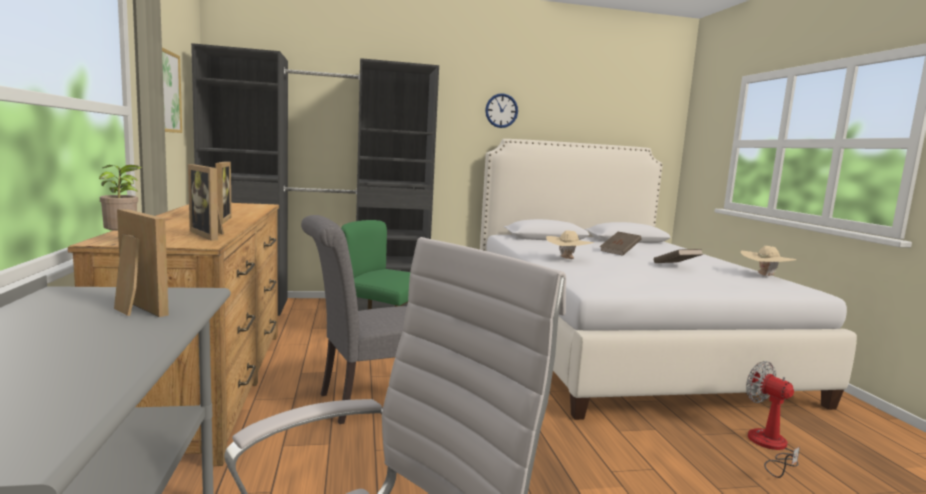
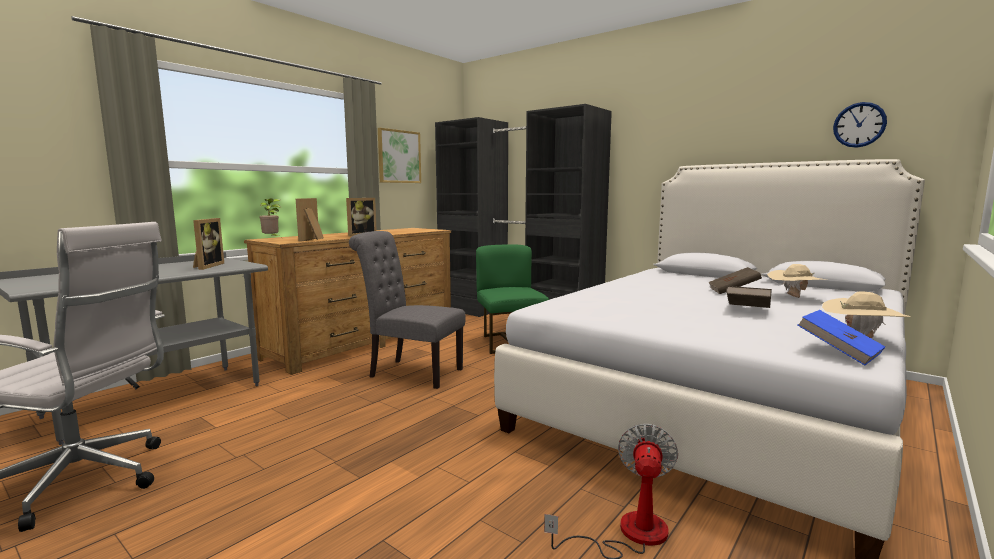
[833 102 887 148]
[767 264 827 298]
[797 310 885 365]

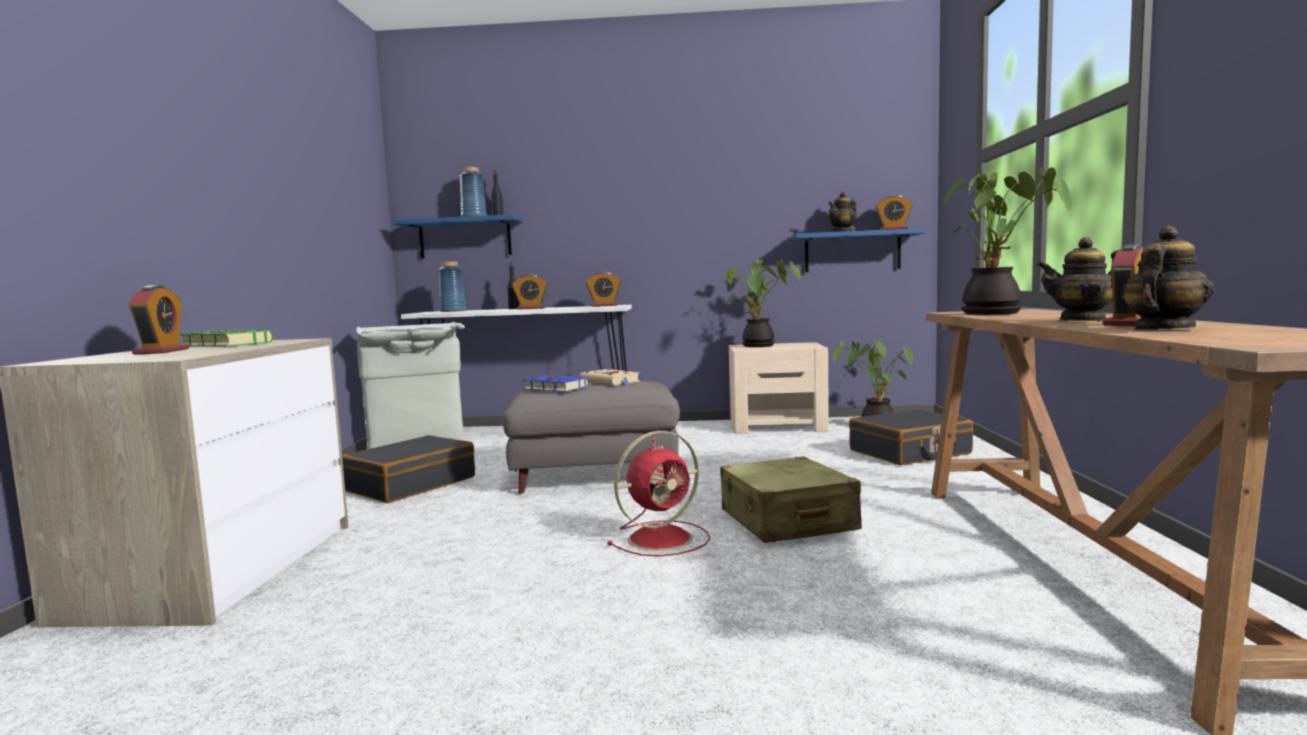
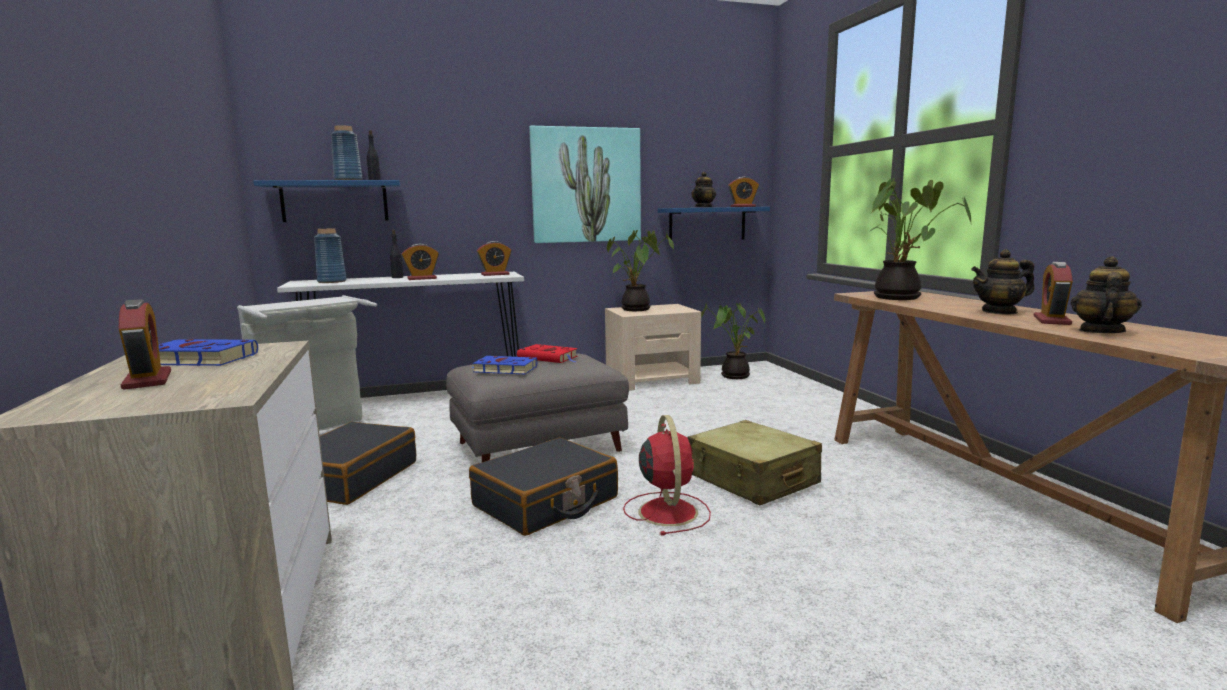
[158 339 258 366]
[517 344 578 363]
[623 415 711 536]
[469 438 618 536]
[529 126 641 243]

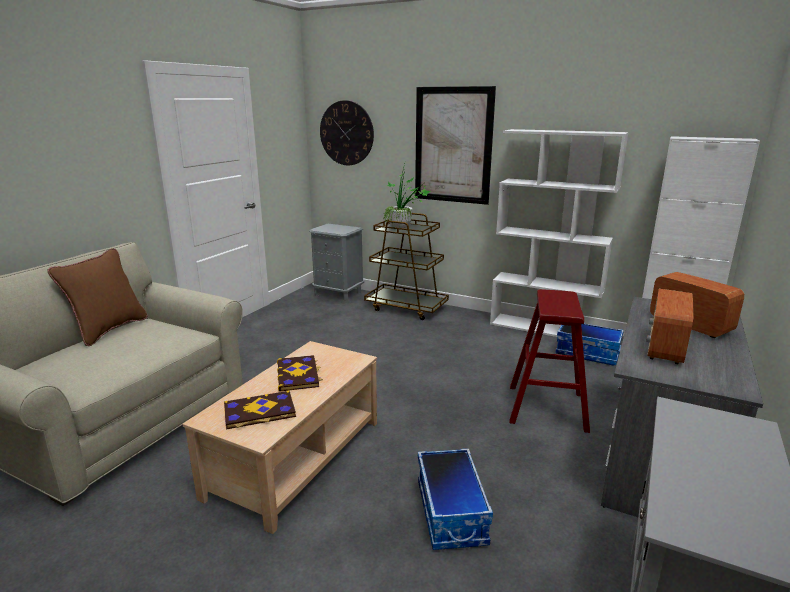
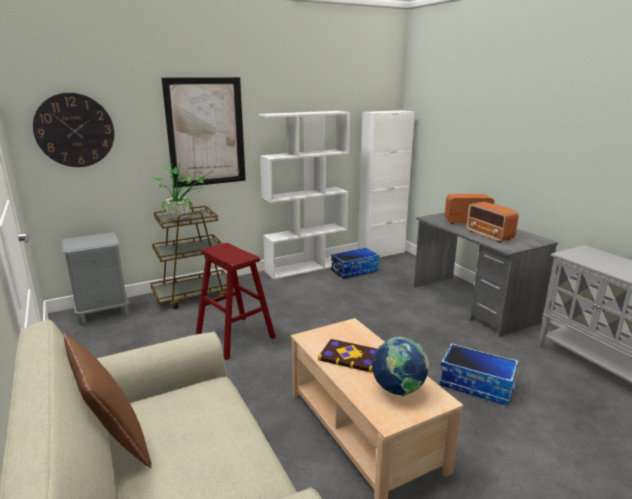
[372 337 430 396]
[196 243 276 360]

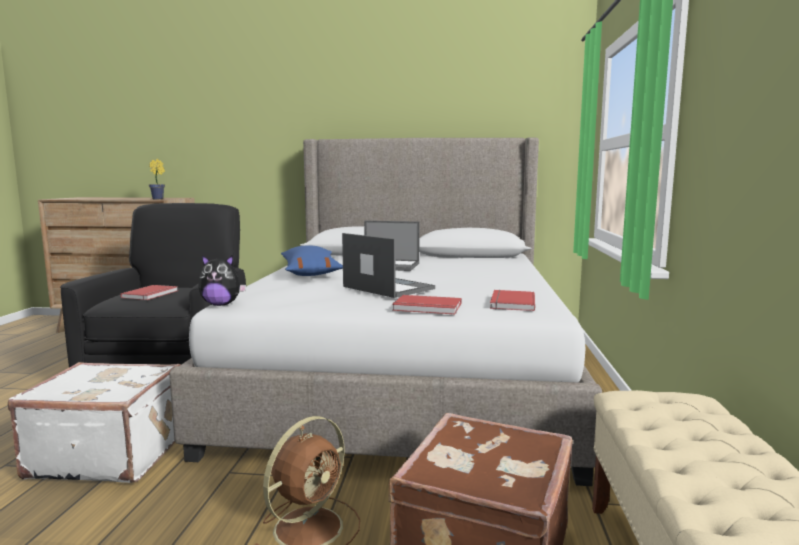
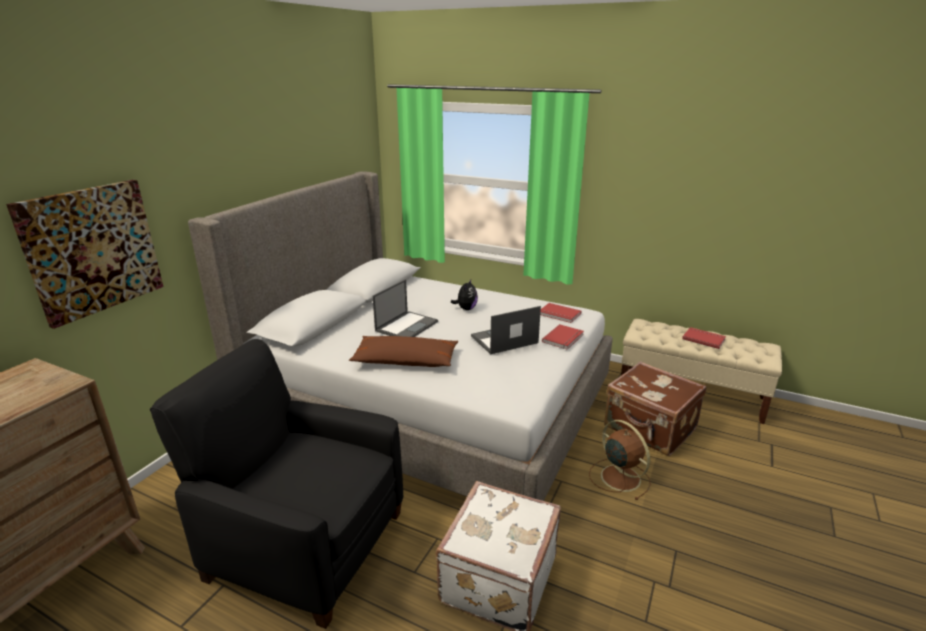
[682 327 726 349]
[149 159 165 199] (first image)
[451 280 478 310]
[349 336 458 367]
[6 180 164 329]

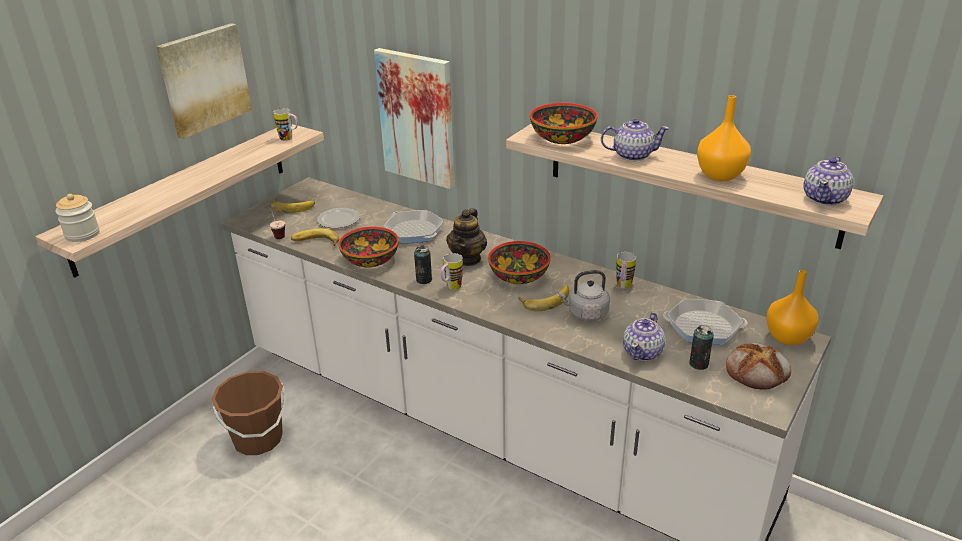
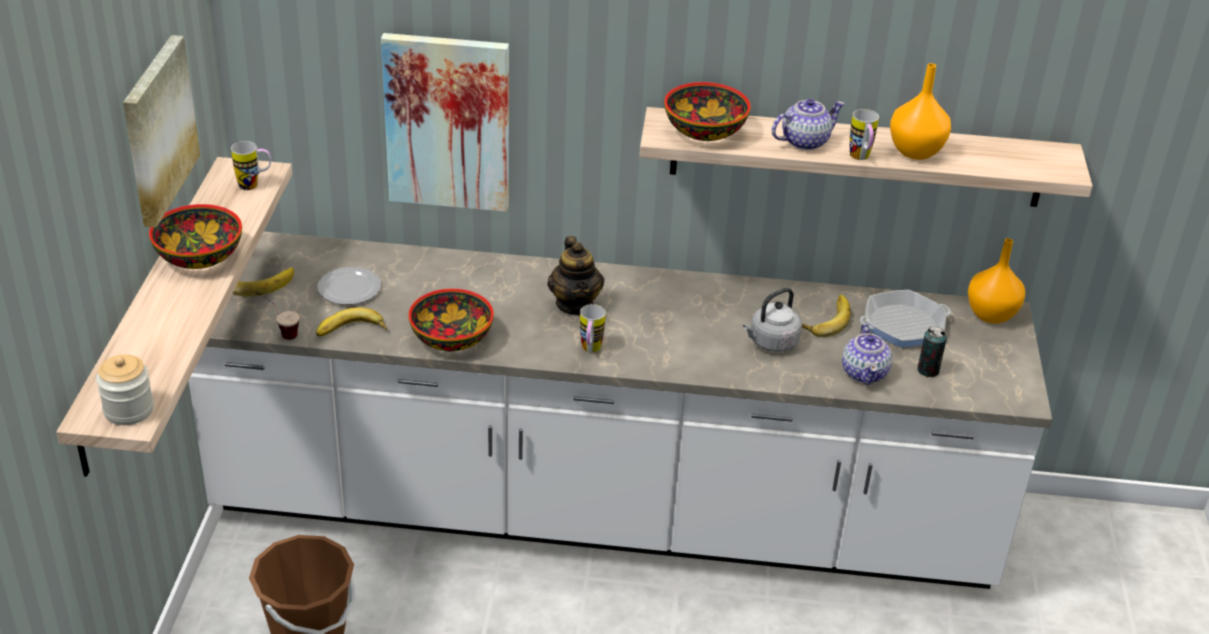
[384 210 444 244] (first image)
[414 246 432 284] (first image)
[149 204 242 269]
[802 295 851 337]
[850 109 879 160]
[726 343 791 389] (first image)
[803 156 854 206] (first image)

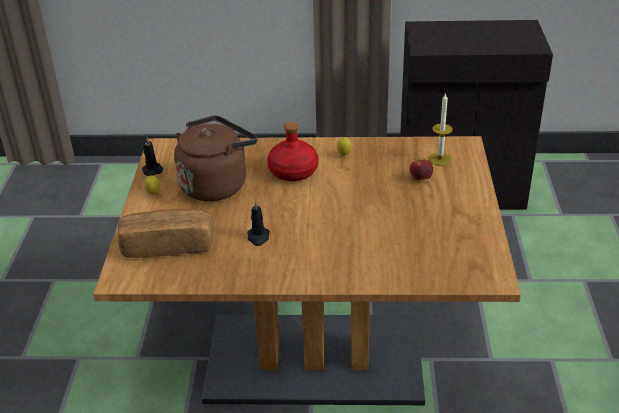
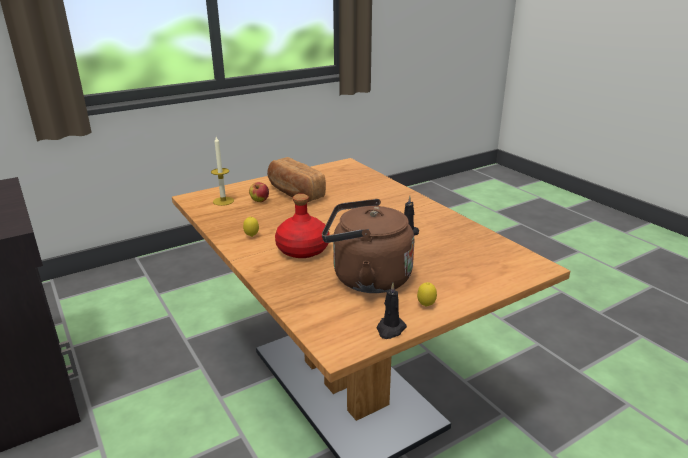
[267 157 326 202]

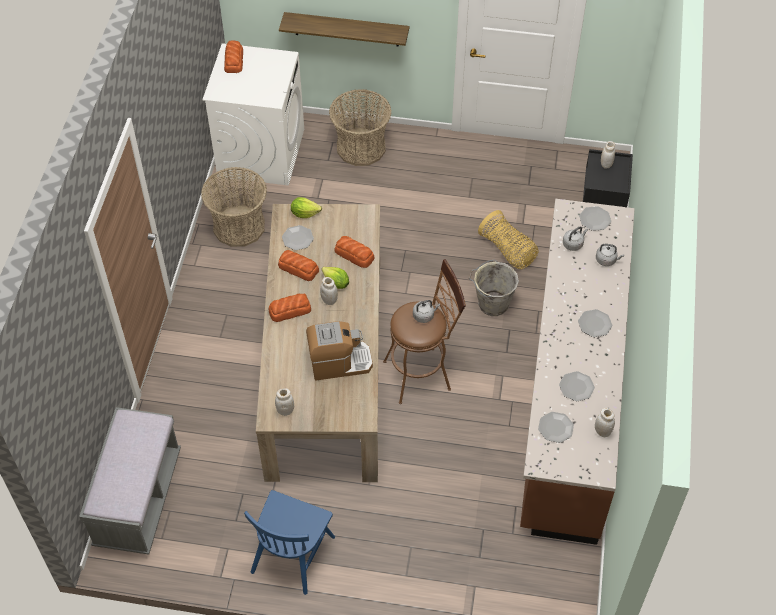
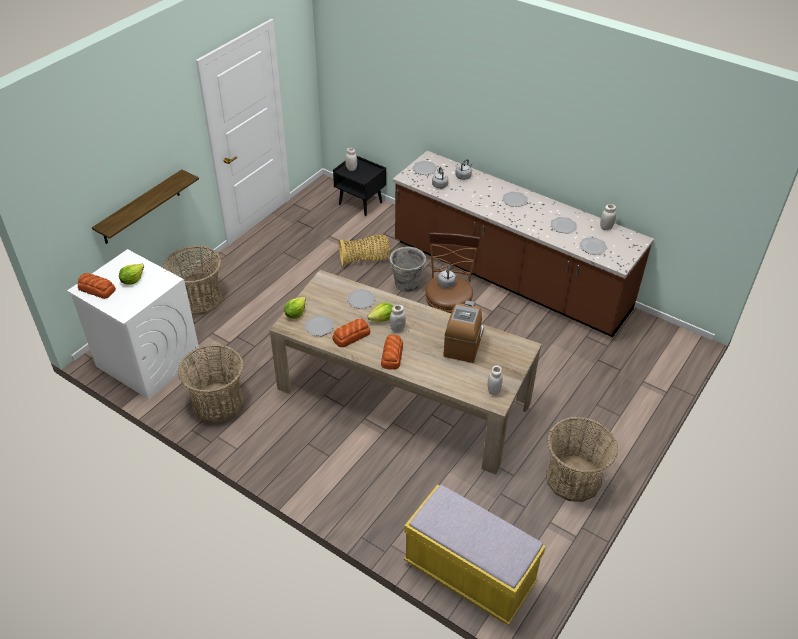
[404 484 546 625]
[546 417 618 502]
[347 289 376 309]
[119 264 144 285]

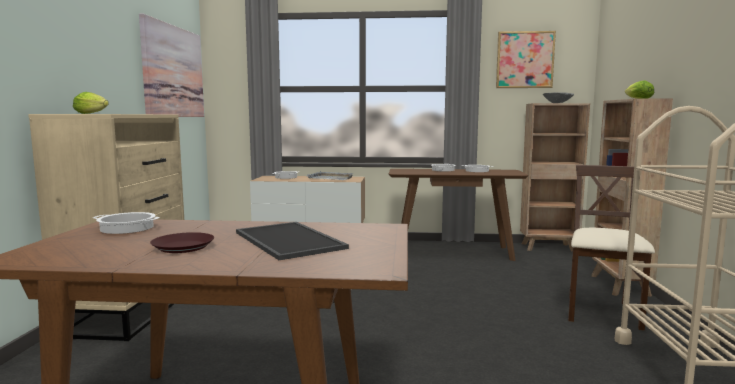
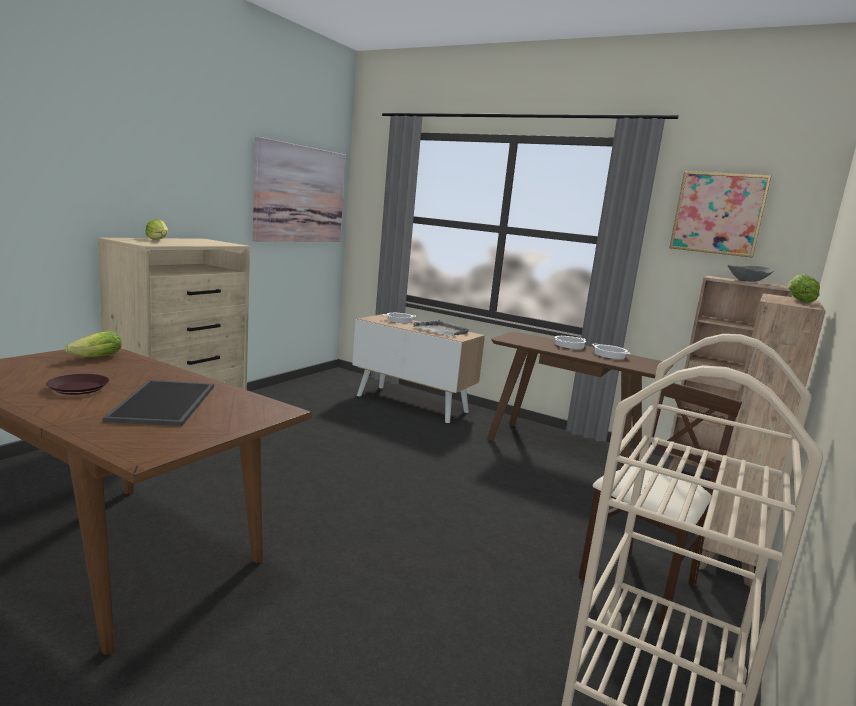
[65 331 122 357]

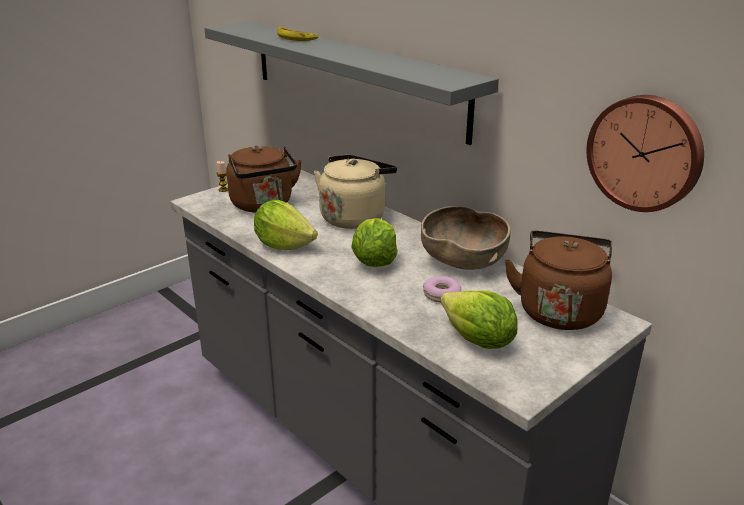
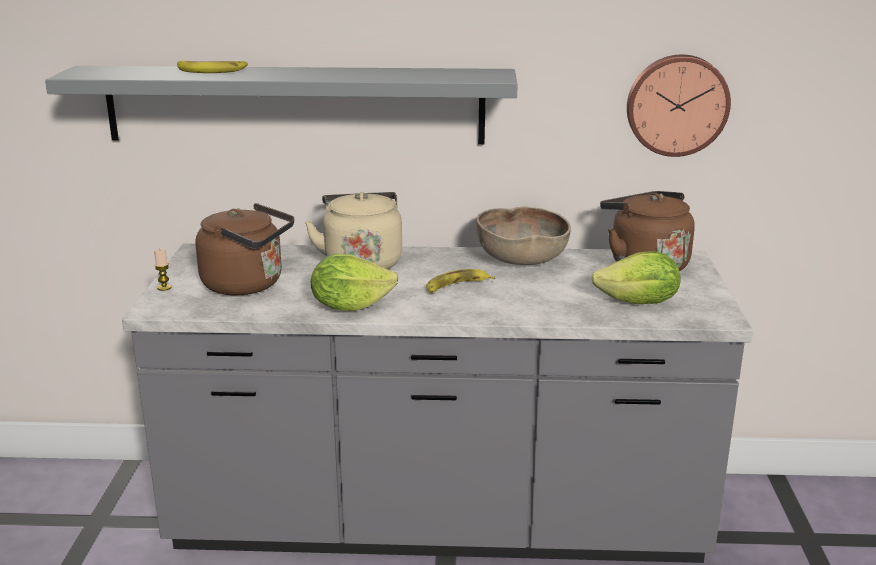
[426 269 495 293]
[423 276 461 303] (first image)

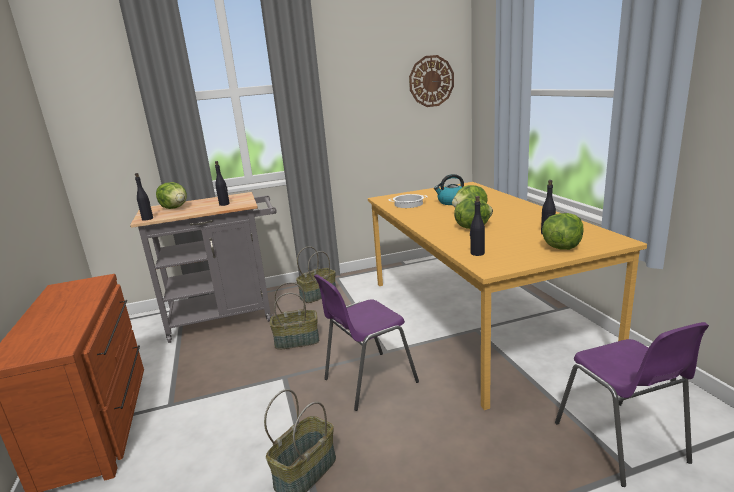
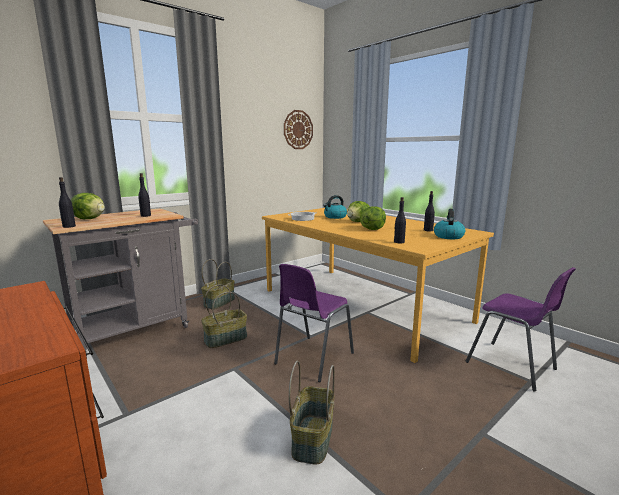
[434 209 465 239]

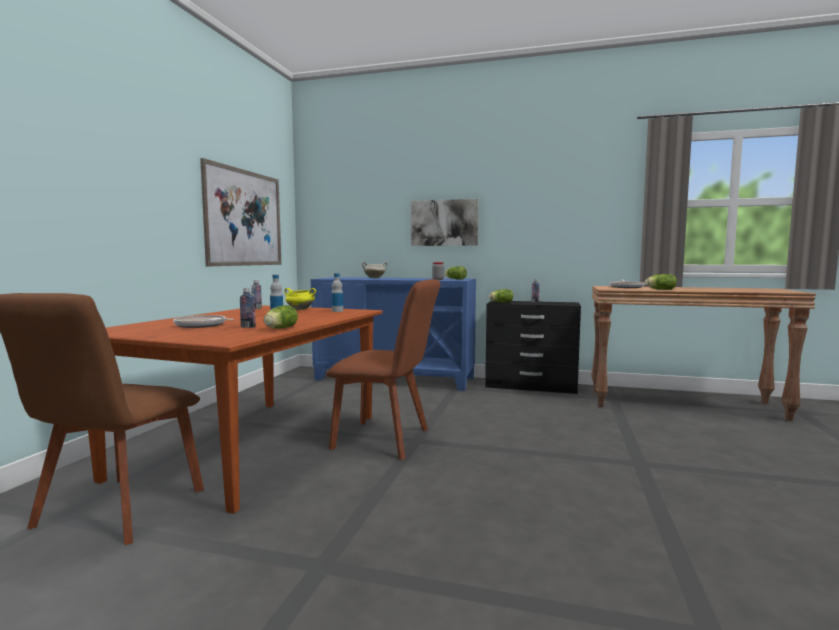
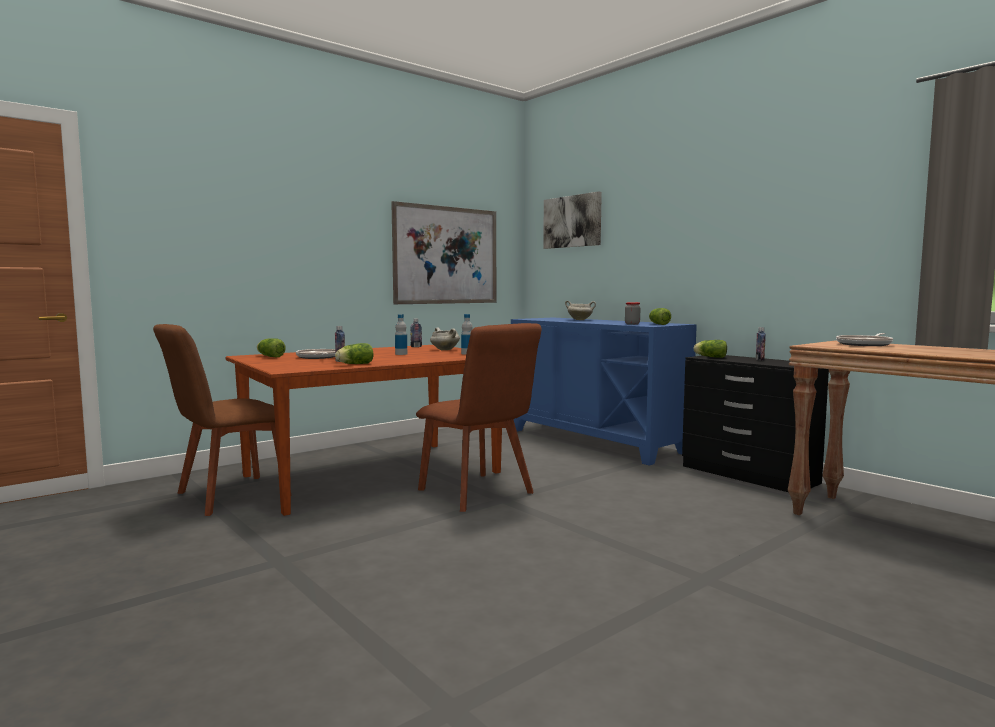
[430 328 460 350]
[543 191 602 249]
[257 338 286 358]

